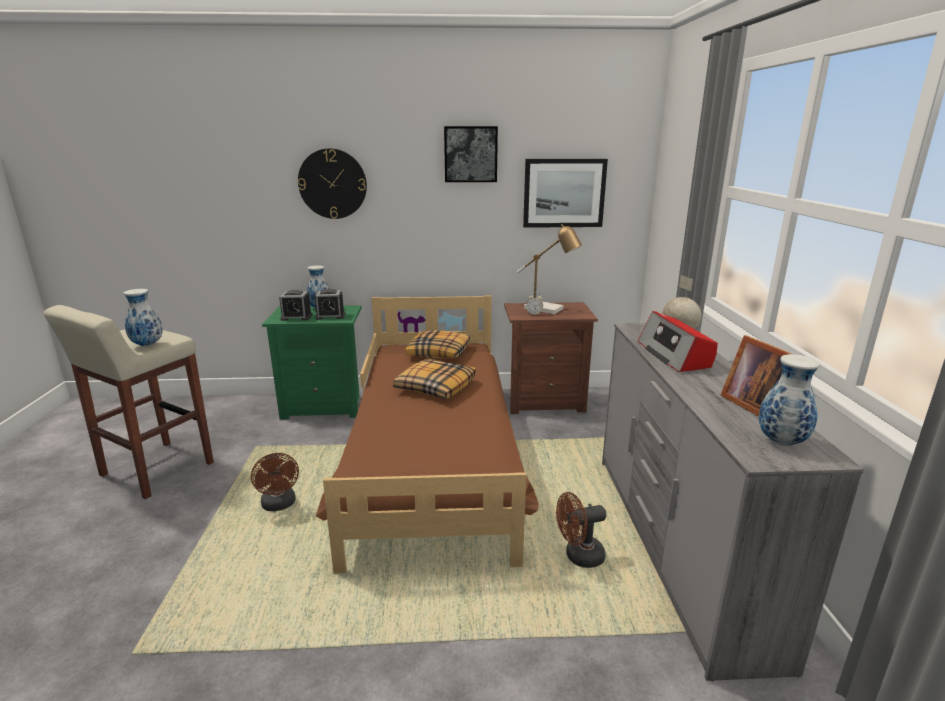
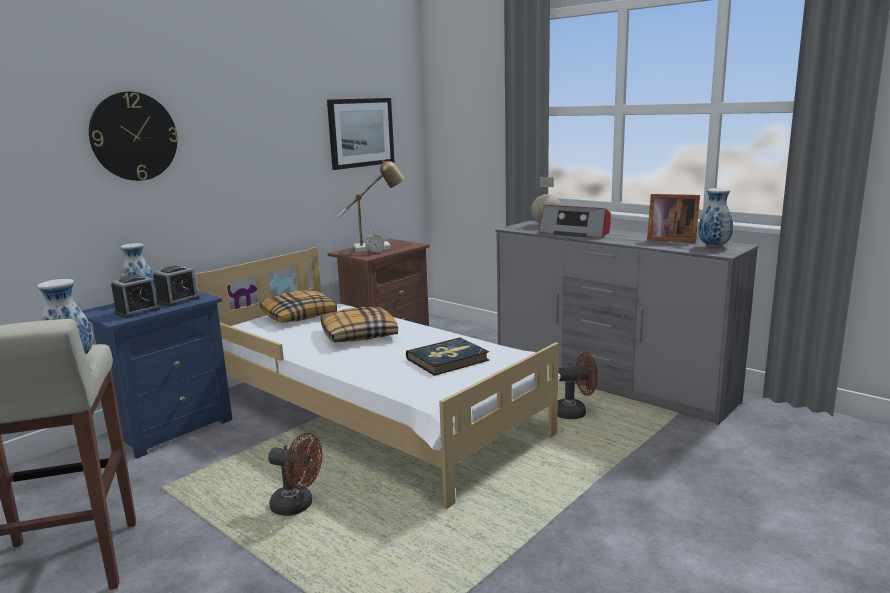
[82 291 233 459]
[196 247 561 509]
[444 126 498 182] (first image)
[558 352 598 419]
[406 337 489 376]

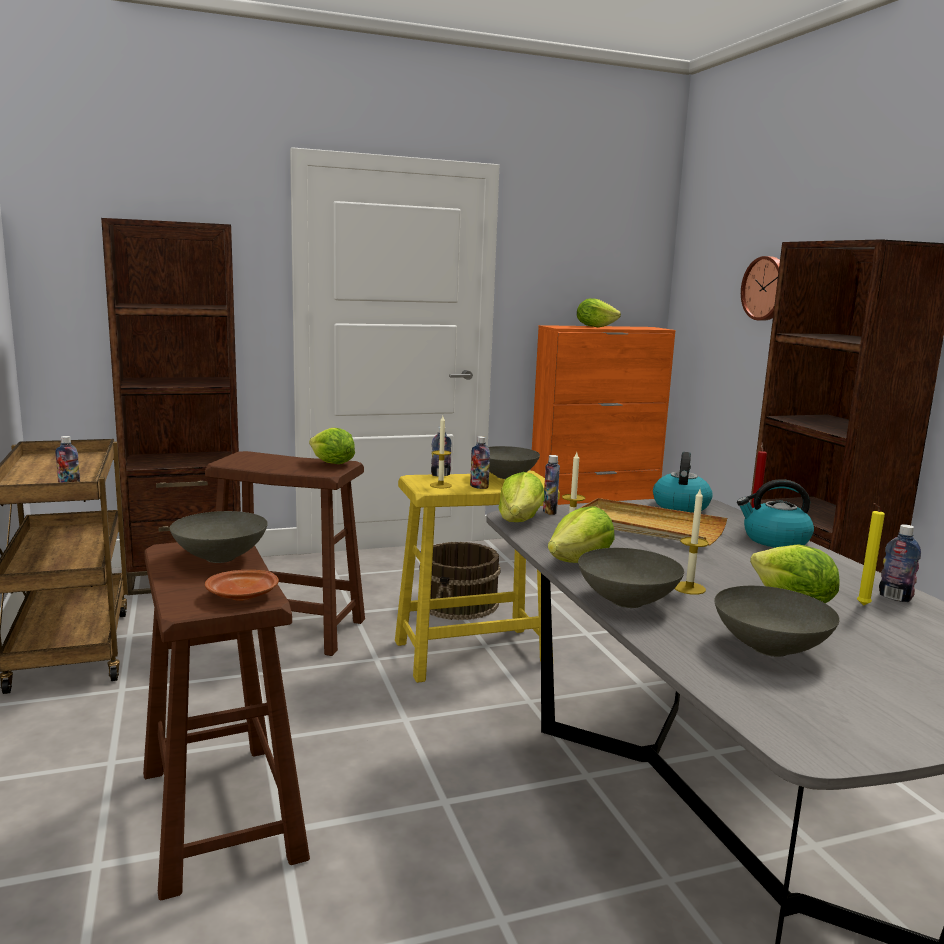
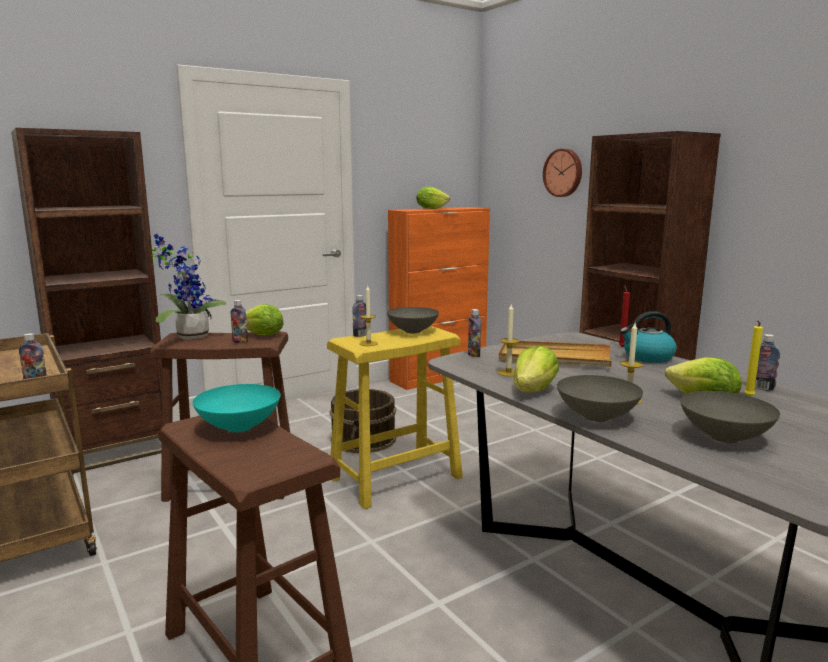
[192 384 280 433]
[205 570 279 601] (first image)
[231 300 248 343]
[498 472 545 522] (first image)
[653 452 713 513] (first image)
[151 234 227 339]

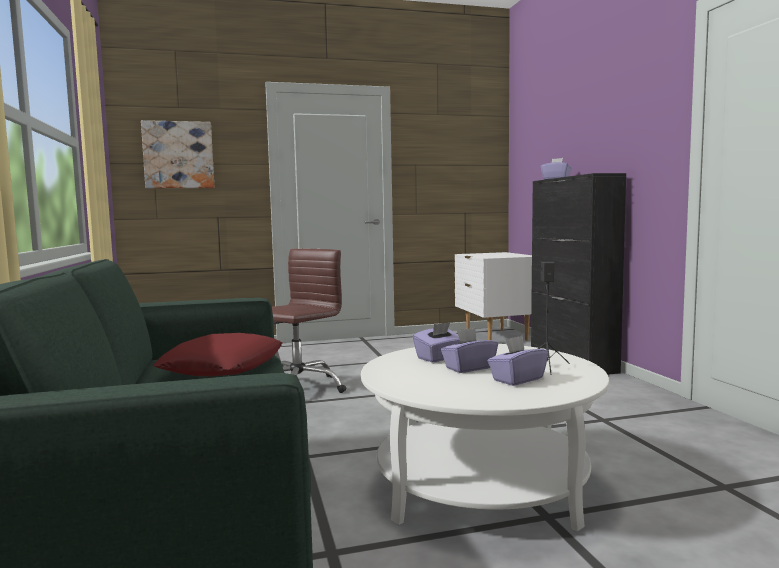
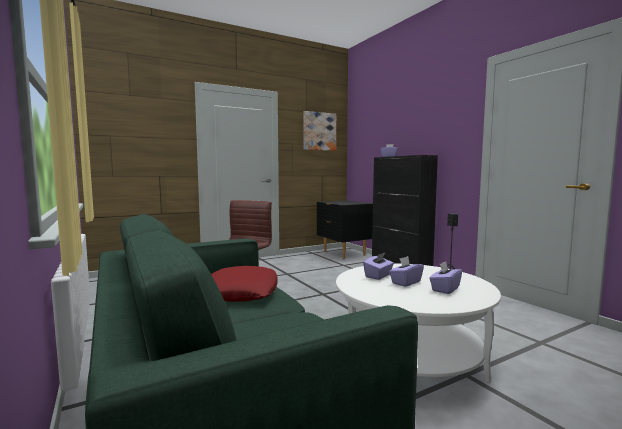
[303 111 336 151]
[317 200 373 259]

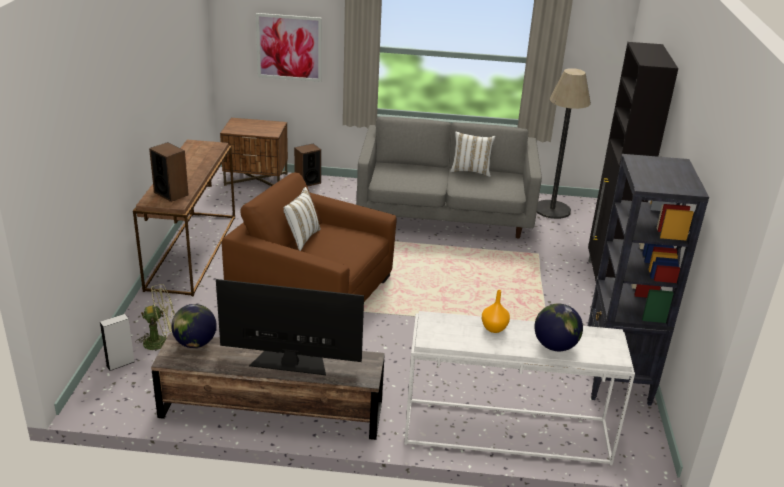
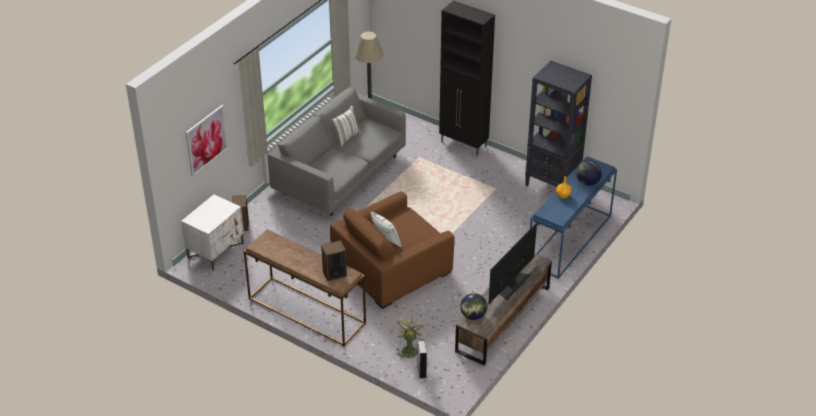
[181 194 244 271]
[530 156 617 279]

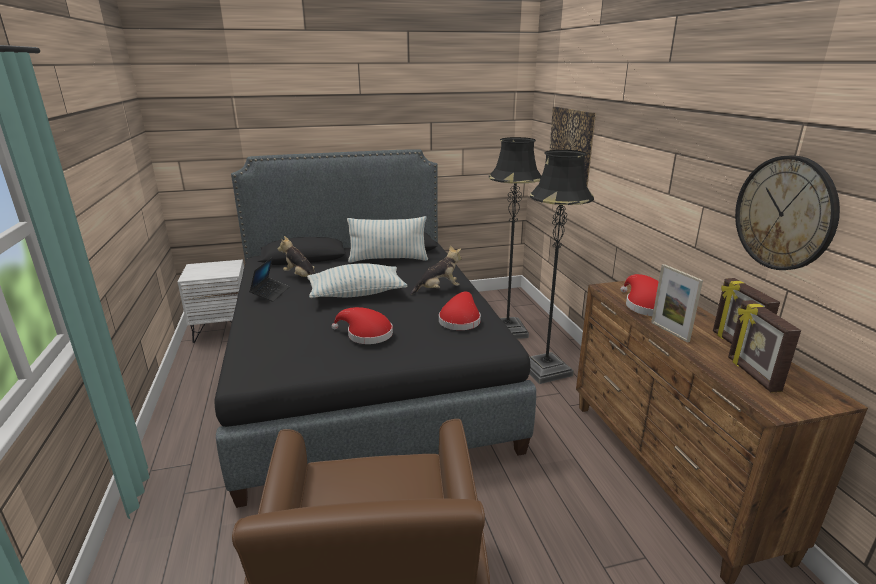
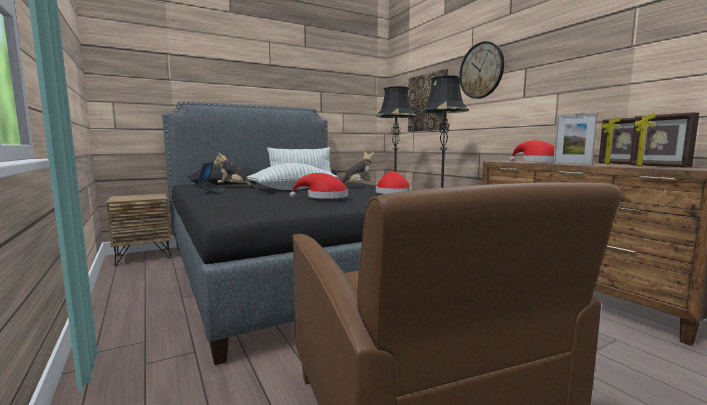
[106 193 171 266]
[459 41 504 99]

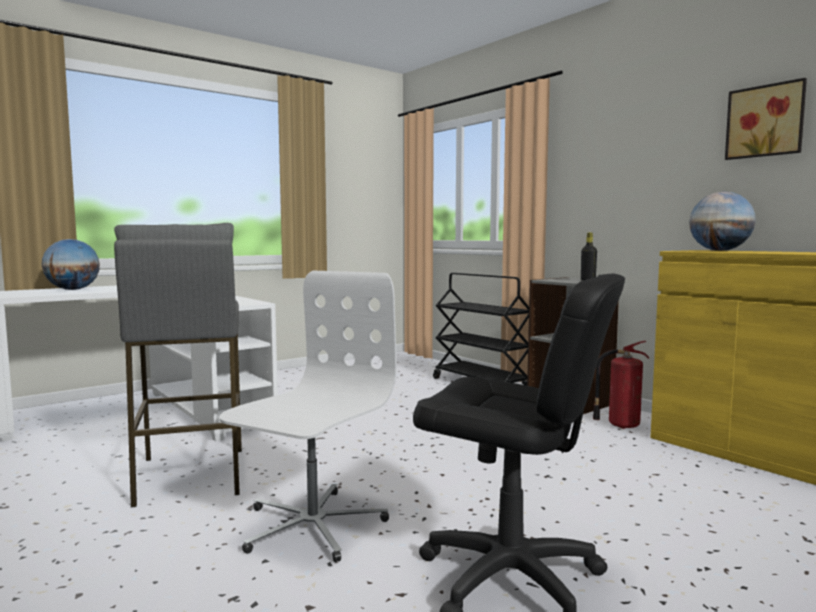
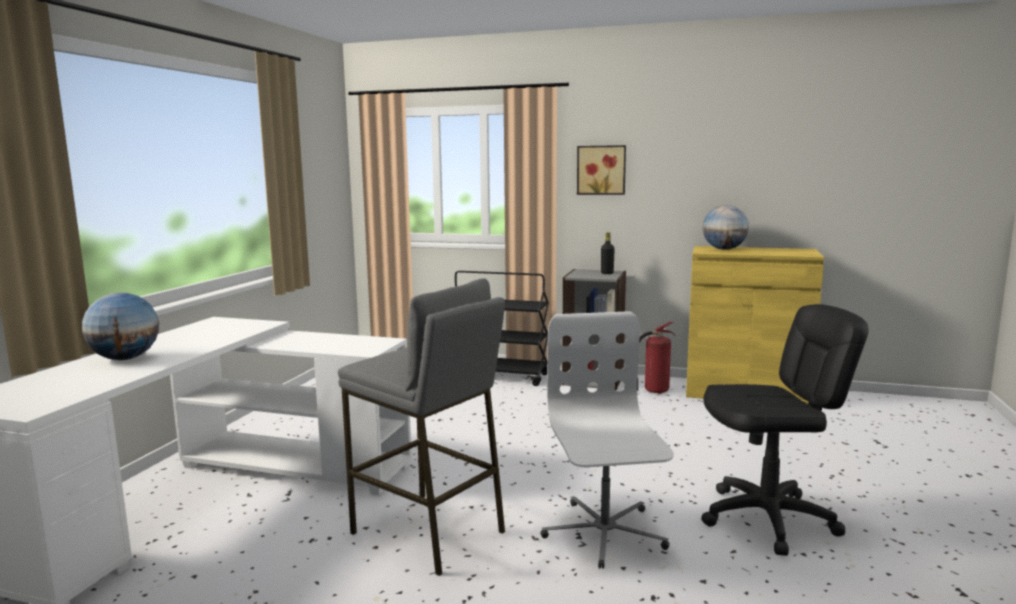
[577 145 626 195]

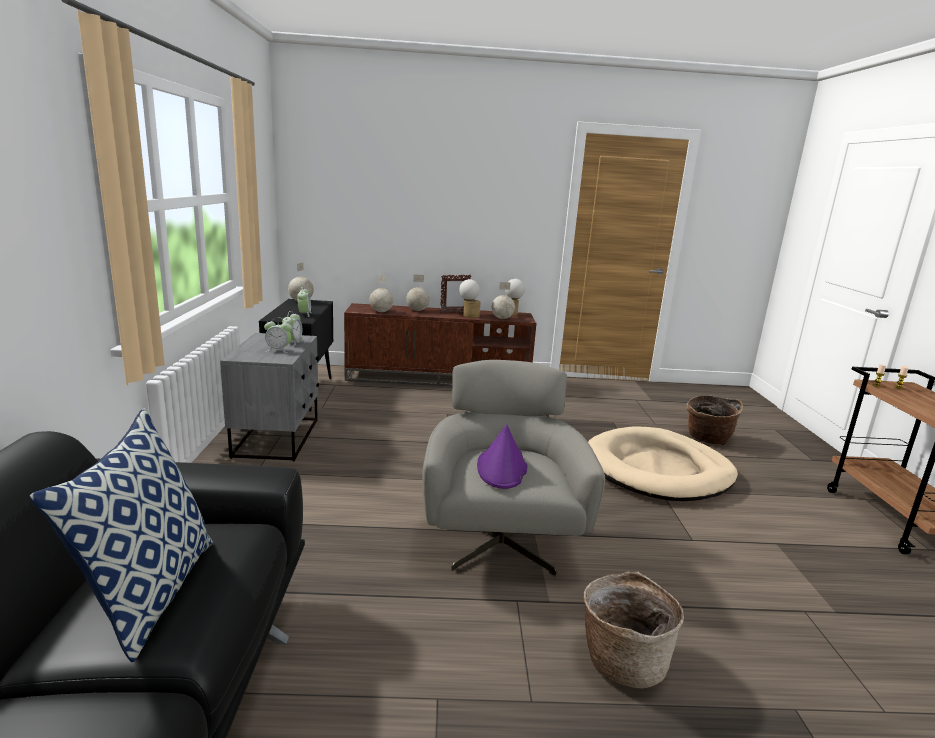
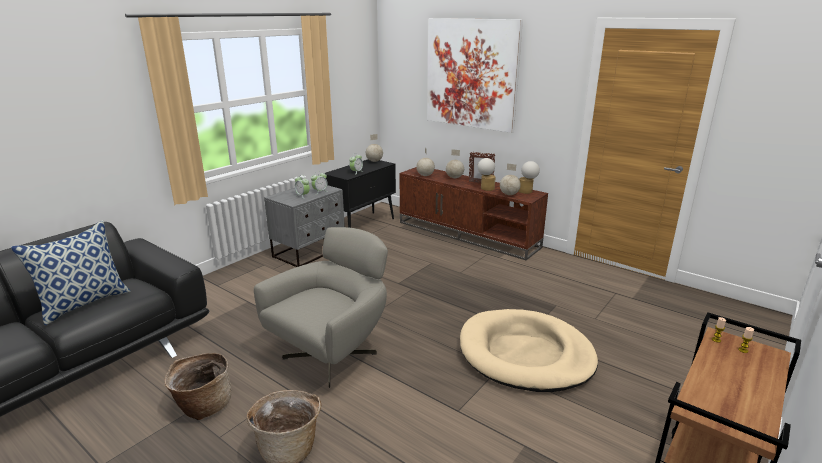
[477 424 527 489] (first image)
[164 353 232 420]
[427 18 523 133]

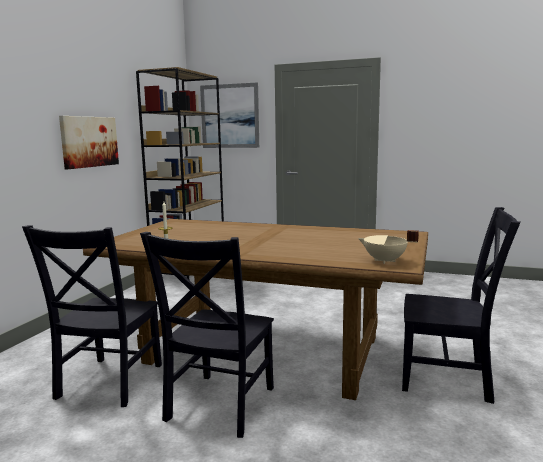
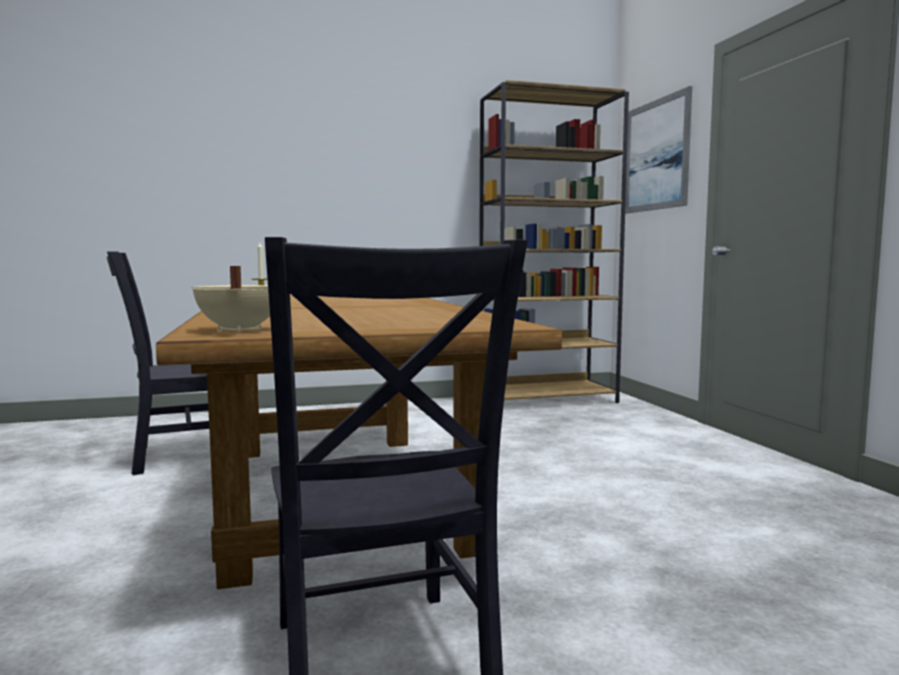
[59 116 119 169] (first image)
[140 232 274 438] (first image)

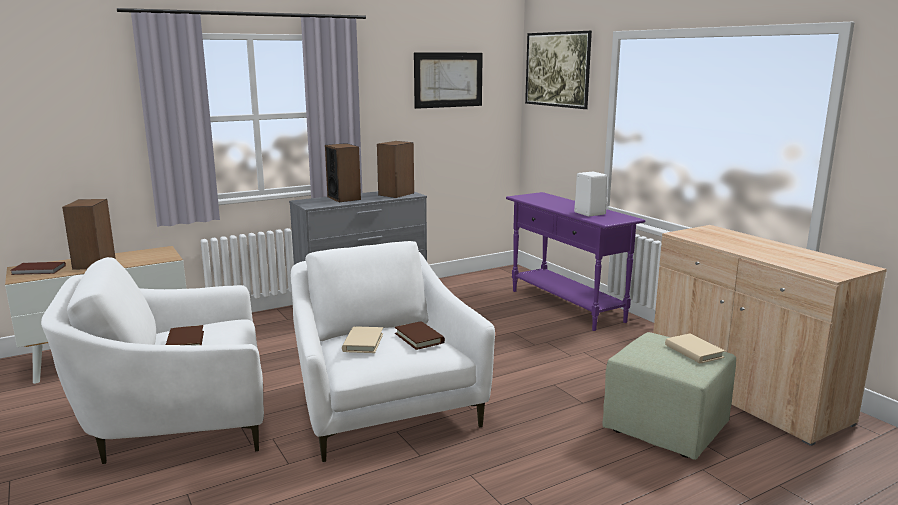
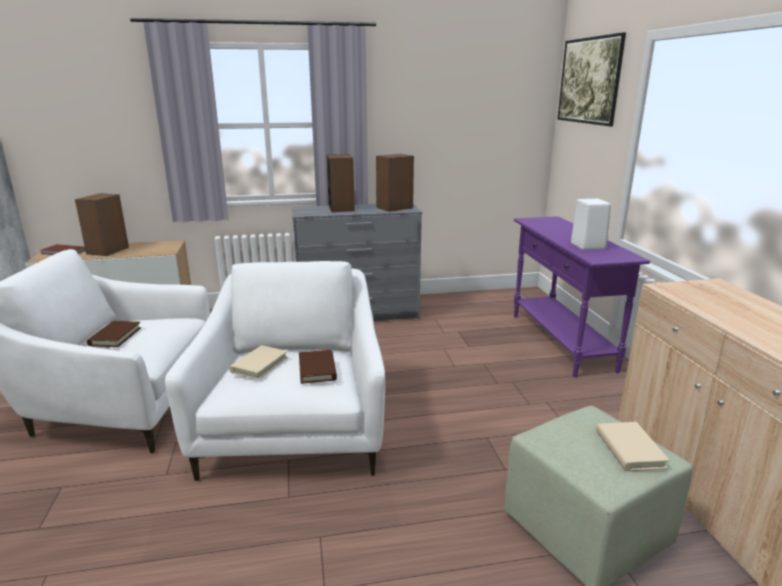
[414 53 483 109] (first image)

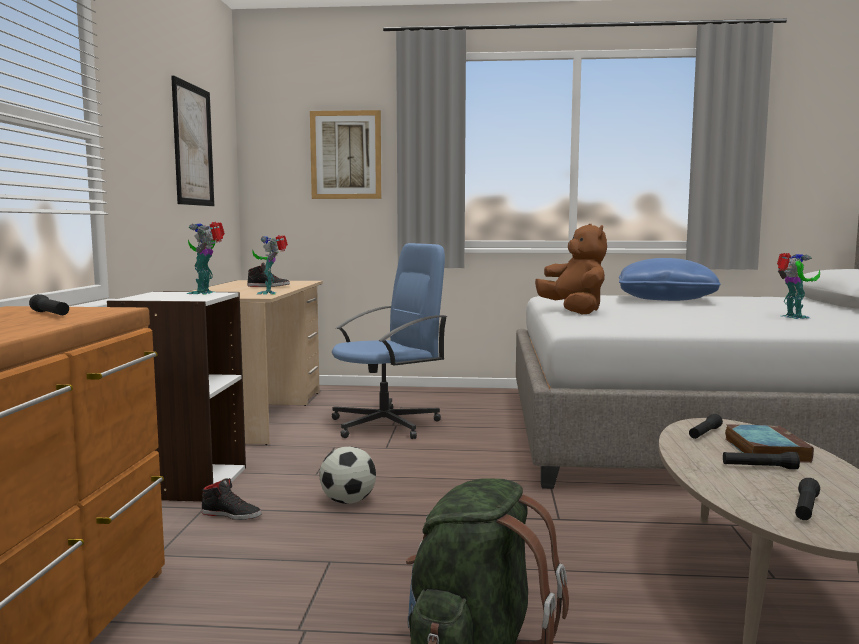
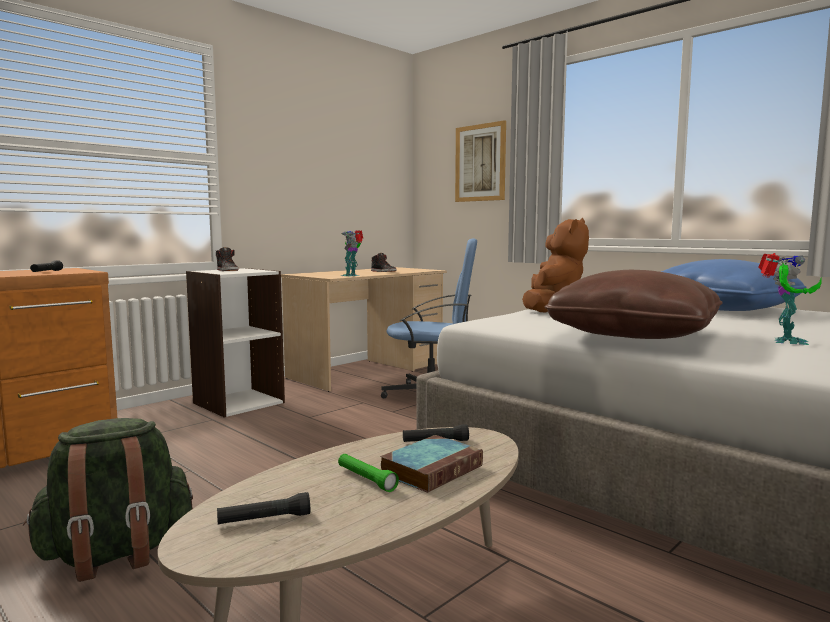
[171 76 214 206] (first image)
[187 222 225 294] (first image)
[216 247 238 271]
[319 446 376 504] (first image)
[338 454 399 492]
[545 270 723 339]

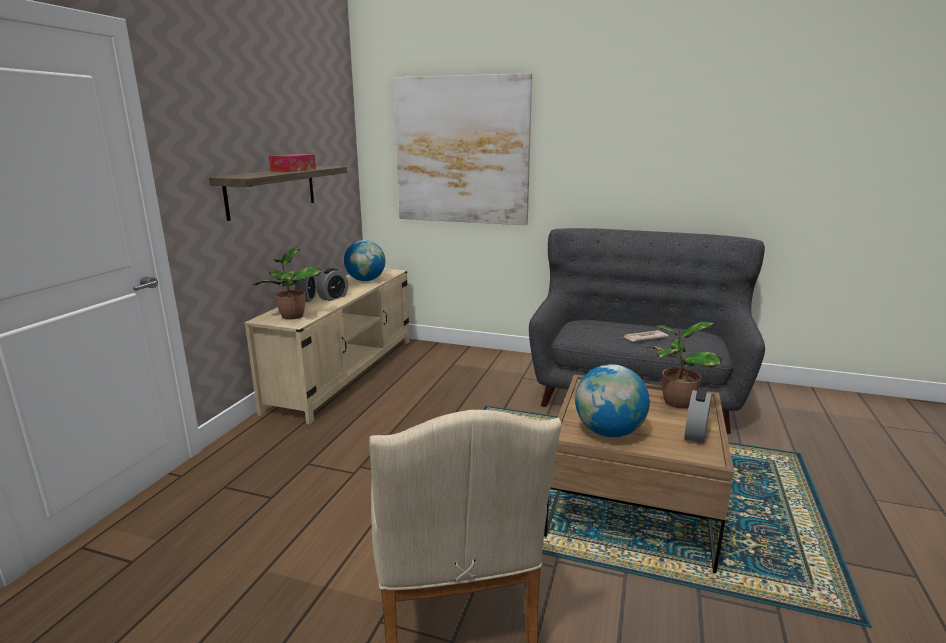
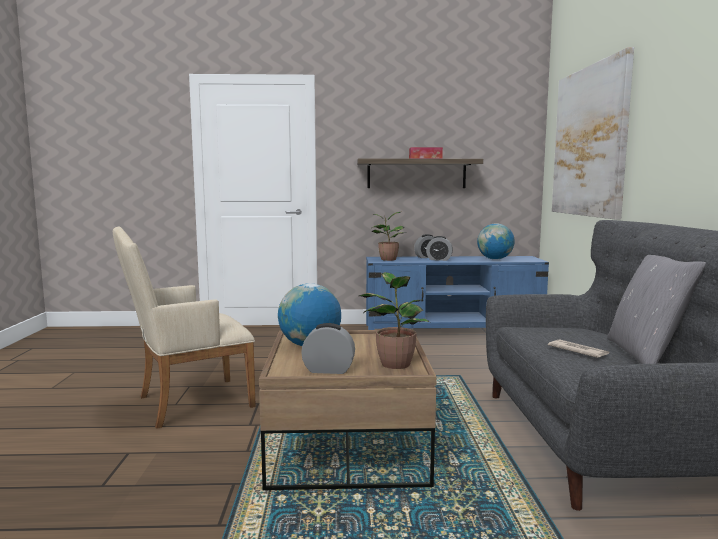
[366 256 549 330]
[607 255 706 364]

